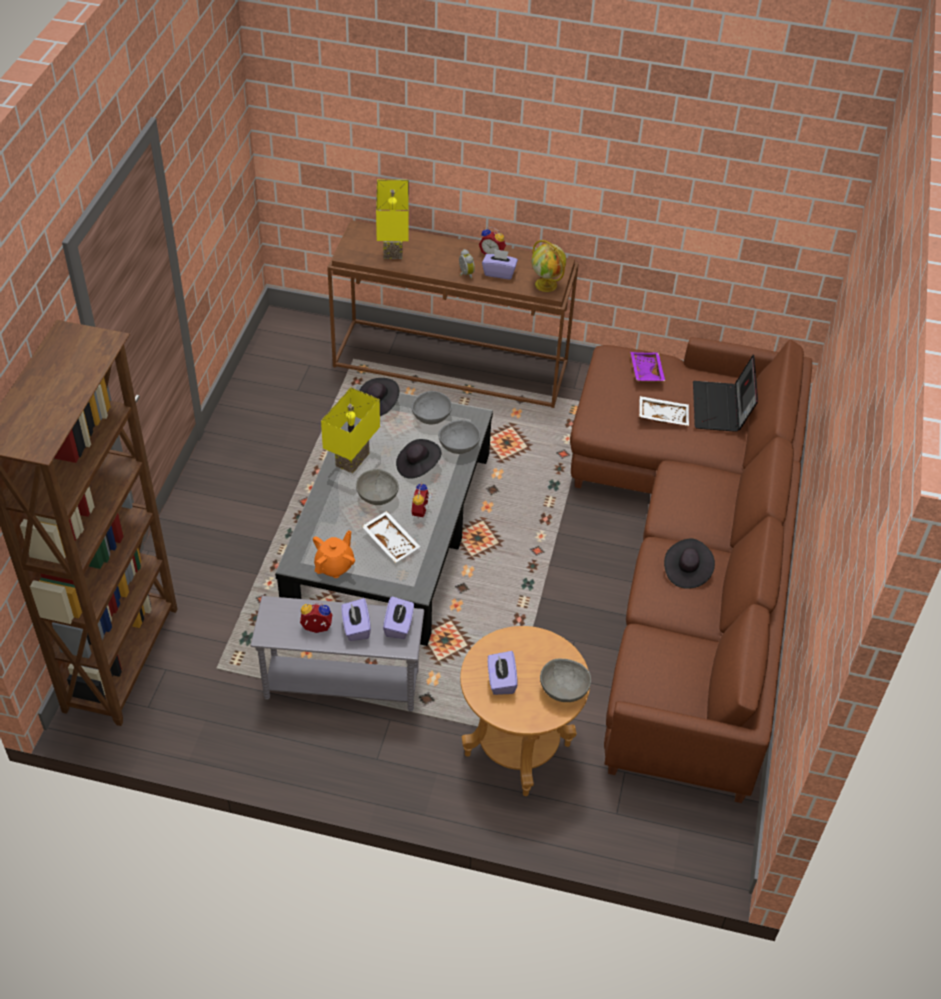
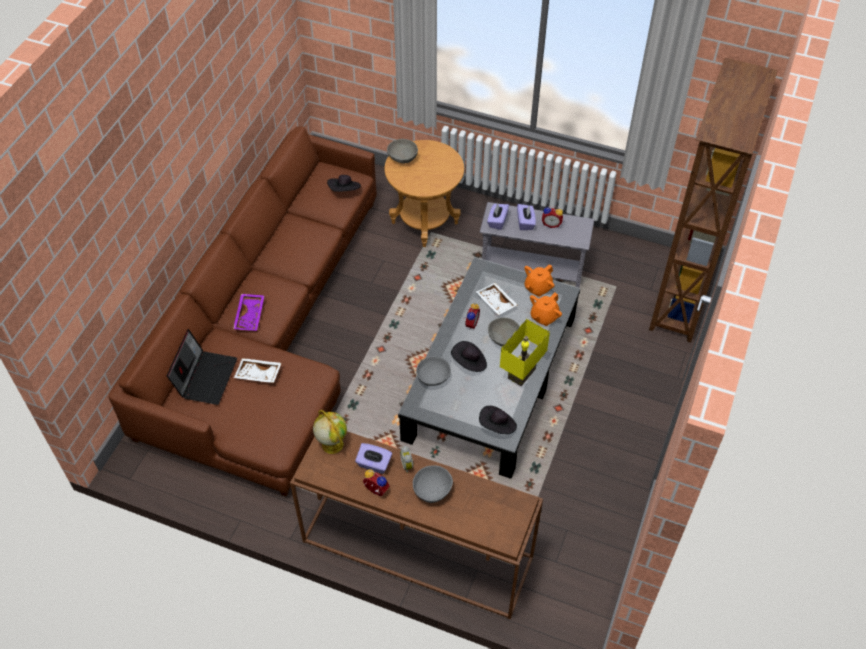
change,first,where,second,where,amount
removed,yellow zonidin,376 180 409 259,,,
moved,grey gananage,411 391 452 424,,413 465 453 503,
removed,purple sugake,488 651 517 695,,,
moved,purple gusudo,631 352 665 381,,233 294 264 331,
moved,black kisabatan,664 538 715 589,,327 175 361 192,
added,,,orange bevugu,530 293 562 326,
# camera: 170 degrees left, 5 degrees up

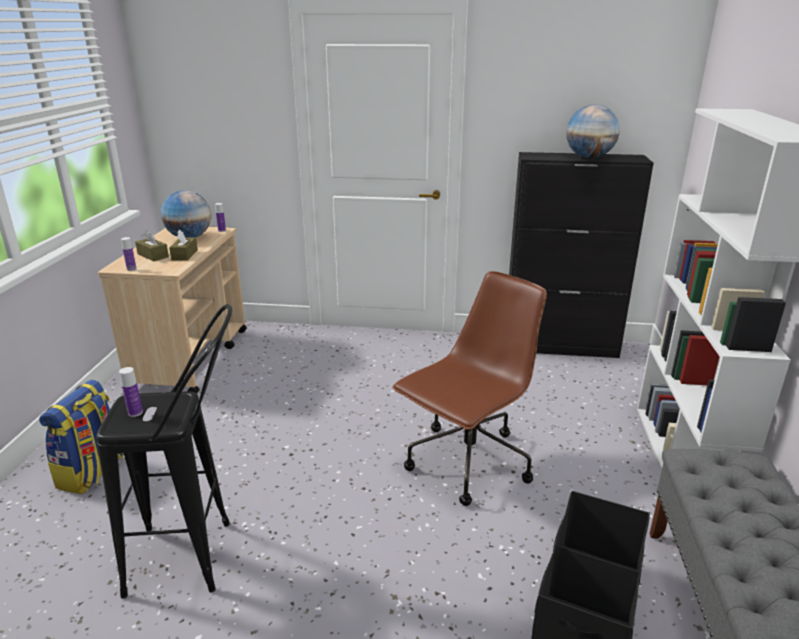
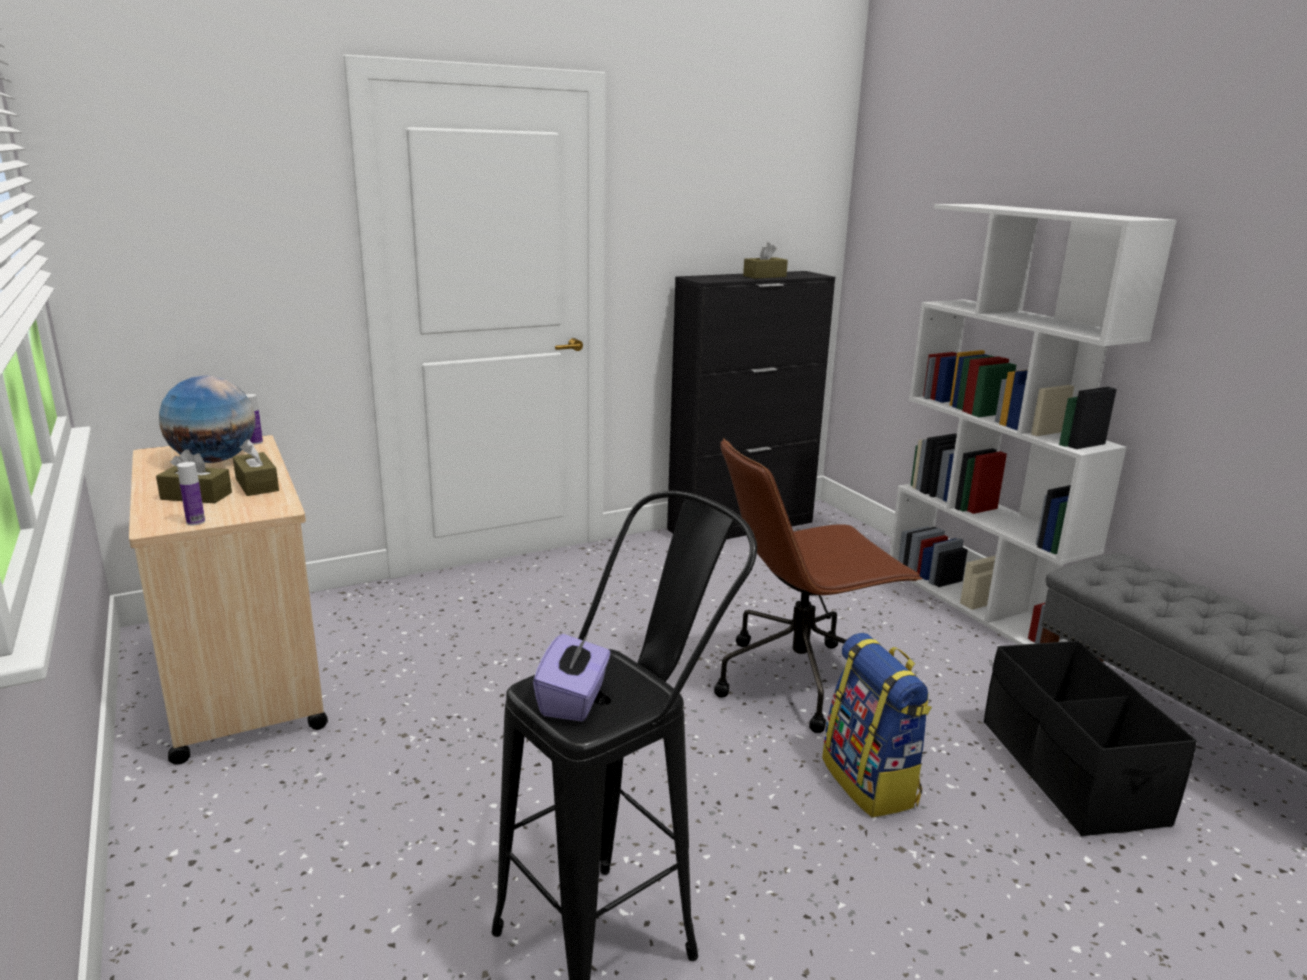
change,first,where,second,where,amount
moved,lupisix,39 380 124 494,,822 633 932 817,
replaced,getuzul,119 367 143 417,purple sugake,533 632 611 721,
turned,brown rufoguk,392 271 547 506,,714 438 922 733,120 degrees counterclockwise
replaced,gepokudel,566 105 620 158,brown sugake,743 242 788 279,
# camera: 35 degrees left, 5 degrees down

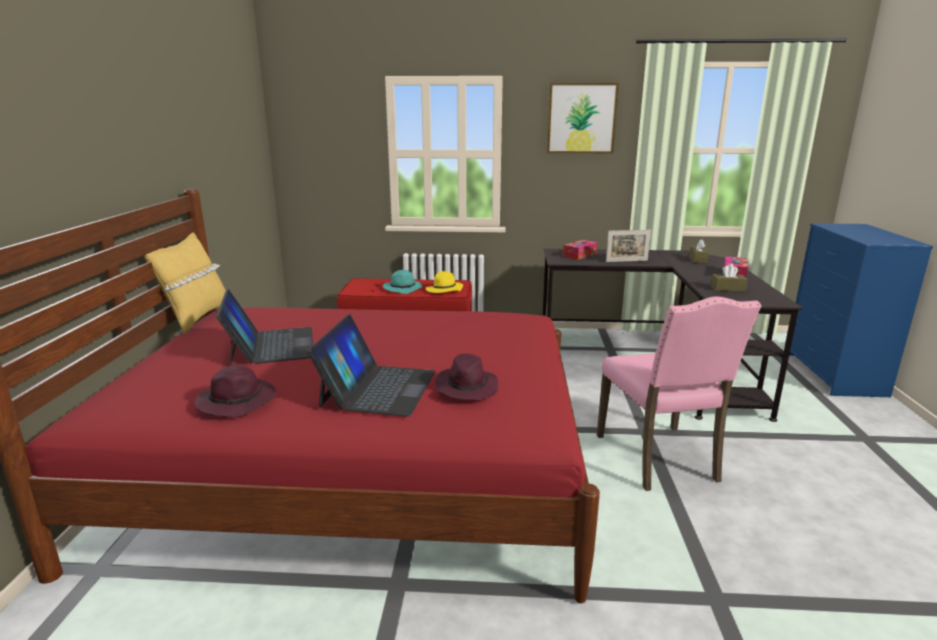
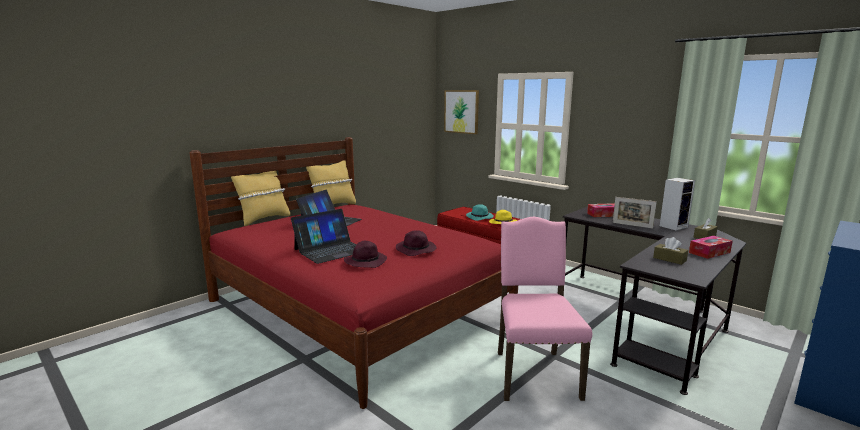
change,first,where,second,where,amount
moved,purple kisabatan,194 365 276 417,,396 230 436 256,
moved,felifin,547 83 619 153,,444 90 479 134,
turned,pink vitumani,597 296 761 491,,498 217 592 401,150 degrees clockwise
added,,,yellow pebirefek,231 171 290 226,
added,,,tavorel,660 178 695 231,
# camera: 40 degrees right, 5 degrees down

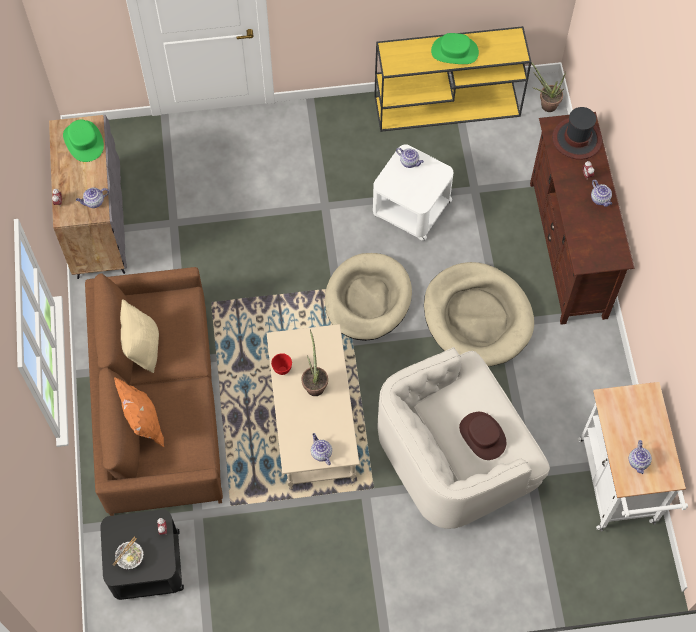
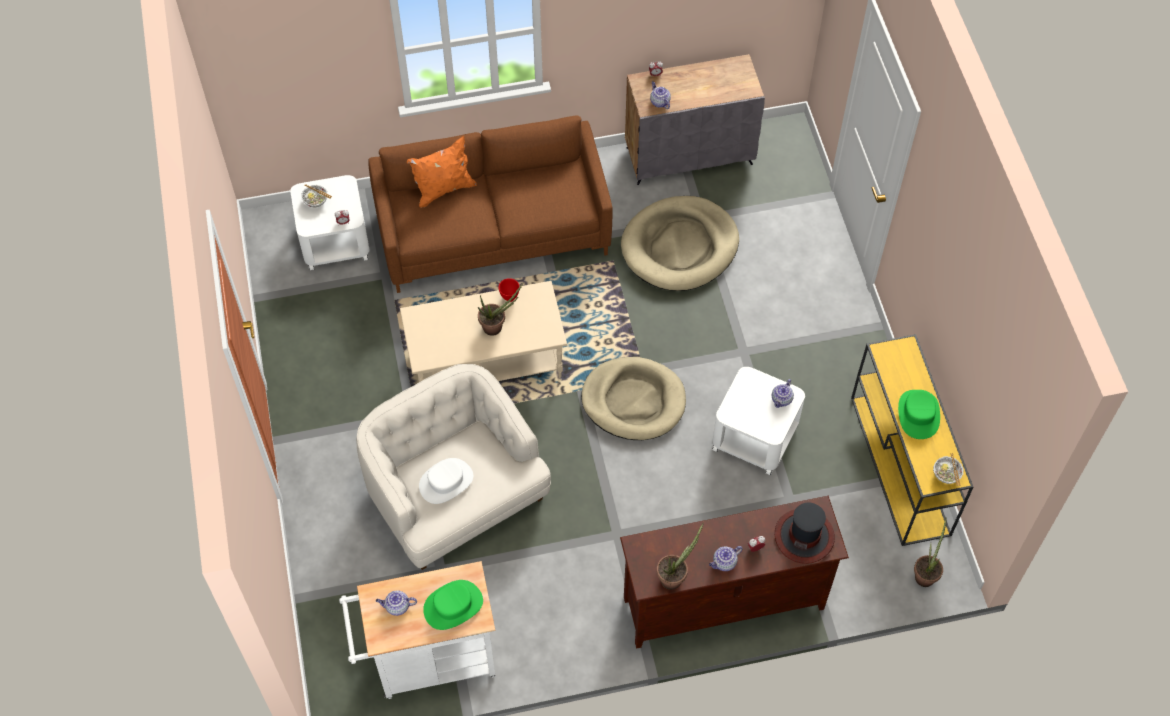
change,first,where,second,where,amount
moved,green kisabatan,63 120 104 162,,423 580 483 630,
recoloured,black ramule,100 510 184 600,white ramule,290 175 369 270,
removed,beige pebirefek,120 299 159 373,,,
removed,bevugu,311 433 332 465,,,
moved,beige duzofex,424 262 534 366,,621 196 739 291,
recoloured,brown kisabatan,459 412 506 460,white kisabatan,419 458 473 504,
added,,,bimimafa,657 523 704 590,
added,,,gananage,933 453 964 486,
# camera: 85 degrees right, 5 degrees down

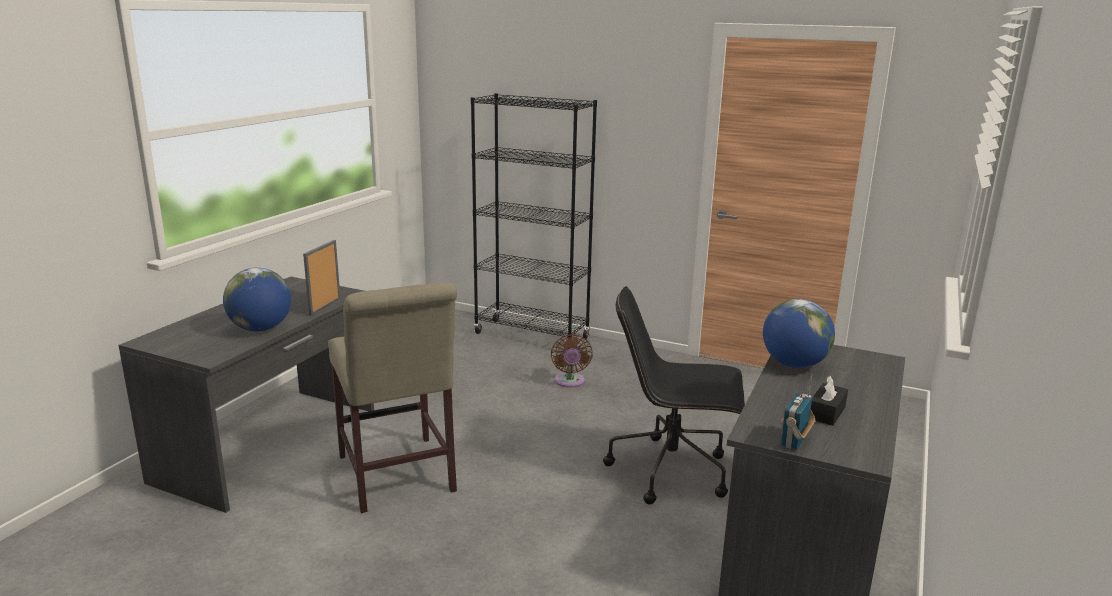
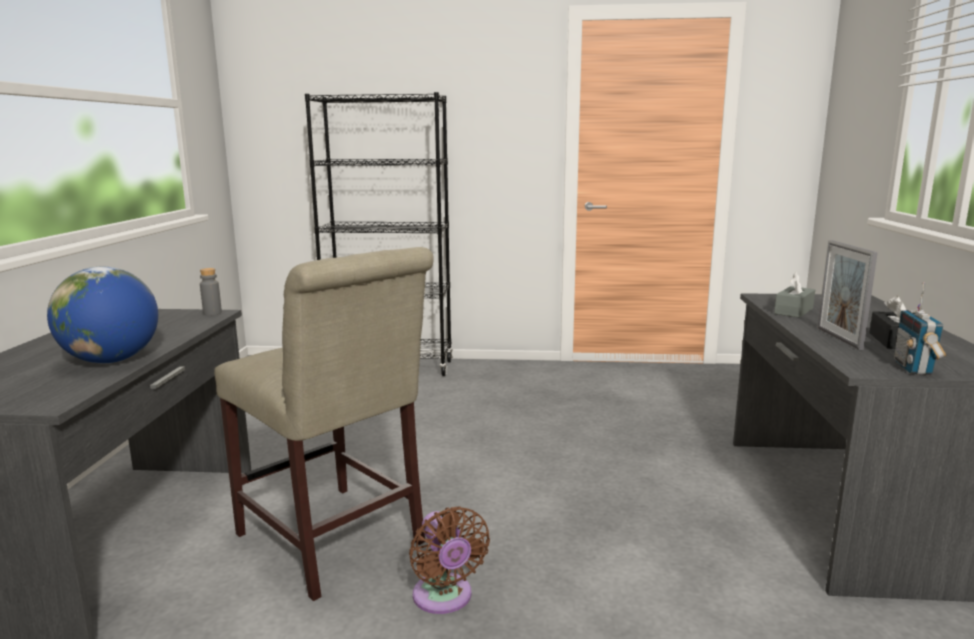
change,first,where,second,where,amount
moved,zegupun,303 240 341 316,,818 240 878 350,
moved,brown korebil,551 334 593 388,,409 506 490 614,
removed,black rufoguk,603 286 745 504,,,
replaced,gepokudel,763 299 835 368,grey sugake,774 272 815 318,
added,,,grey getuzul,200 268 222 315,
# camera: 20 degrees left, 5 degrees down

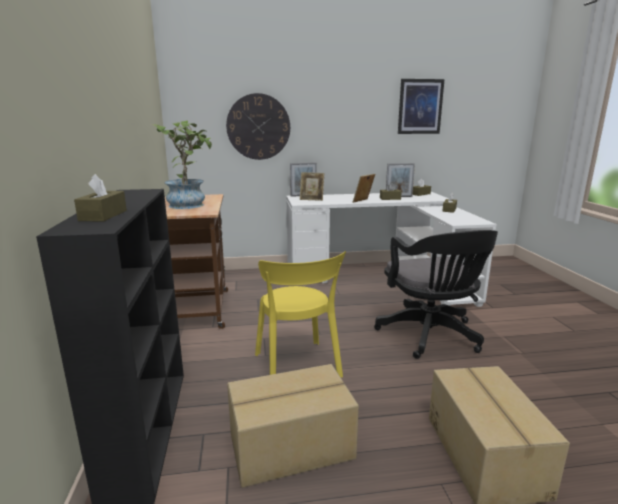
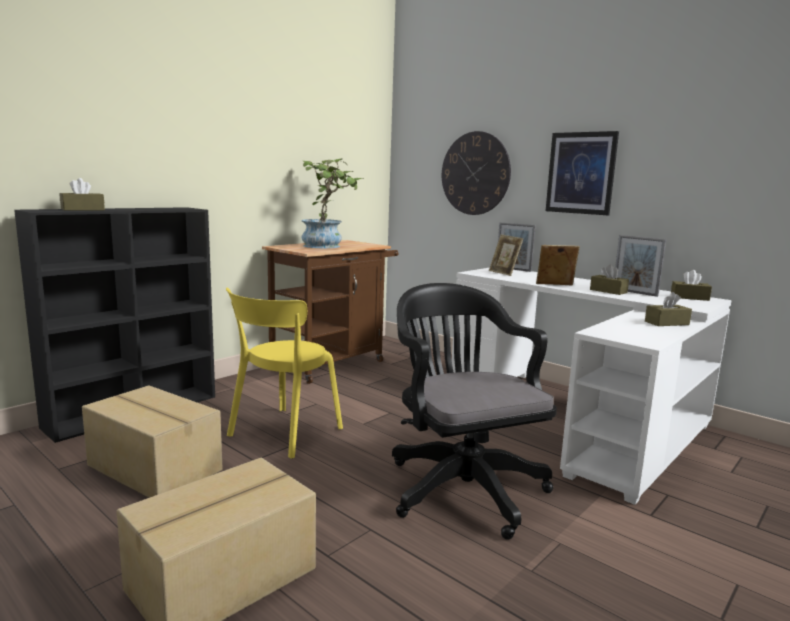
change,first,where,second,where,amount
turned,black rufoguk,374 230 498 359,,392 283 557 540,120 degrees clockwise
moved,felifin,398 79 445 134,,546 131 619 215,
# camera: 50 degrees right, 5 degrees down

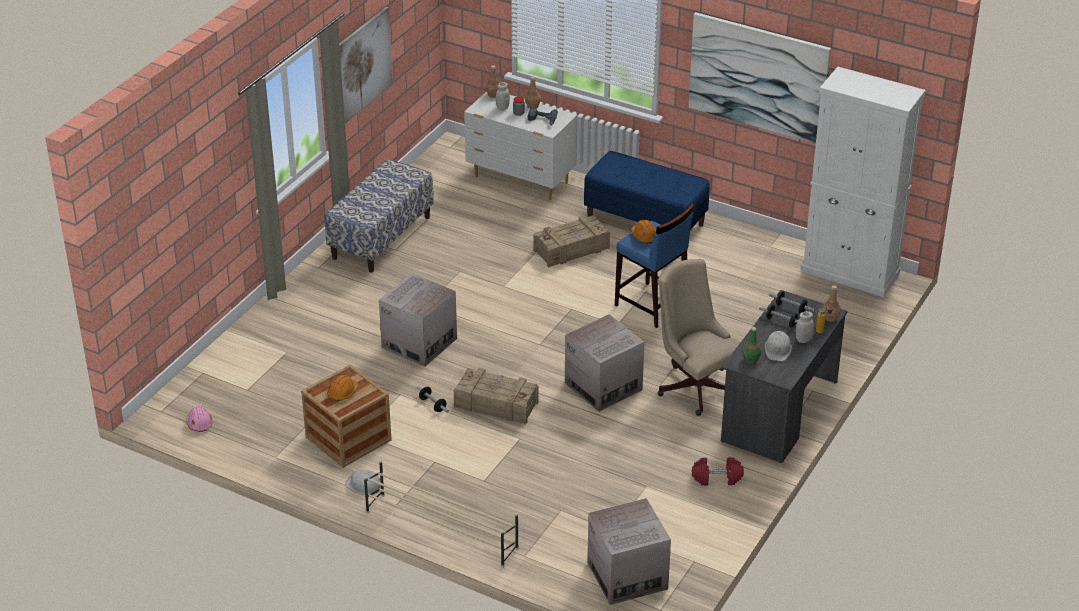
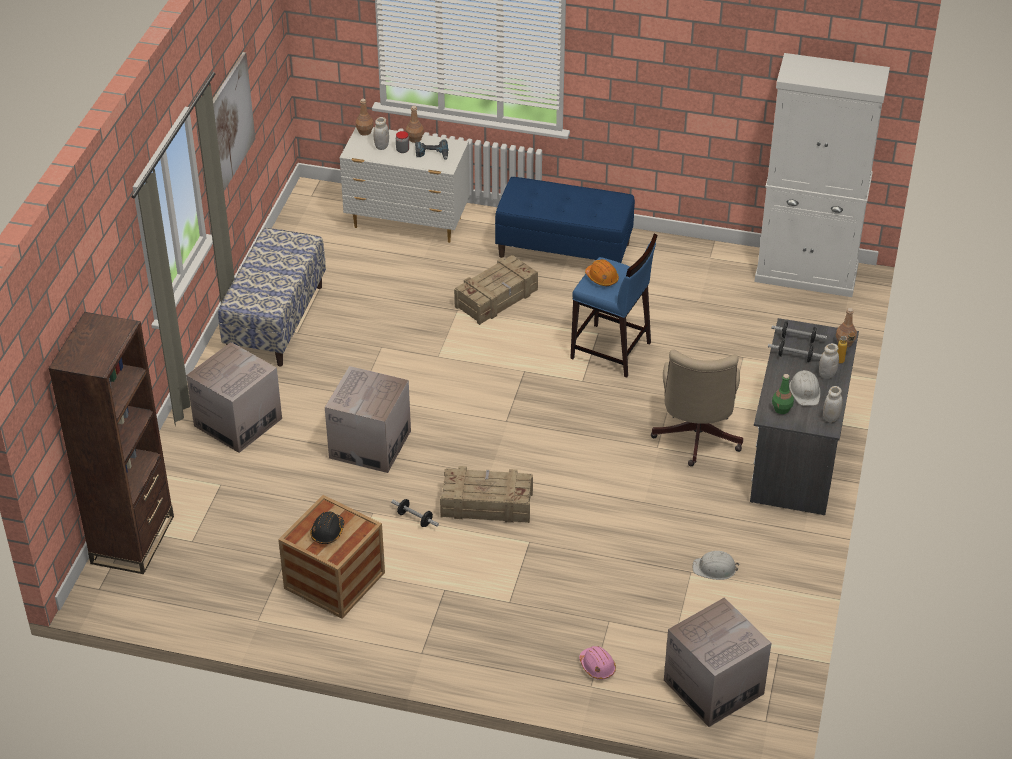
change,first,where,second,where,amount
moved,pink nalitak,186 406 212 432,,579 646 616 680,
recoloured,orange nalitak,327 375 359 401,black nalitak,310 511 344 544,
moved,white nalitak,345 470 381 495,,693 551 739 580,
removed,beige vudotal,364 460 519 568,,,
moved,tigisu,565 314 645 412,,186 342 282 453,
turned,beige rufoguk,657 259 740 416,,651 349 743 466,120 degrees counterclockwise
removed,felifin,689 12 831 144,,,
removed,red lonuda,692 457 744 486,,,
added,,,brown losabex,48 312 174 574,
added,,,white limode,823 386 843 423,
# camera: 15 degrees left, 5 degrees up

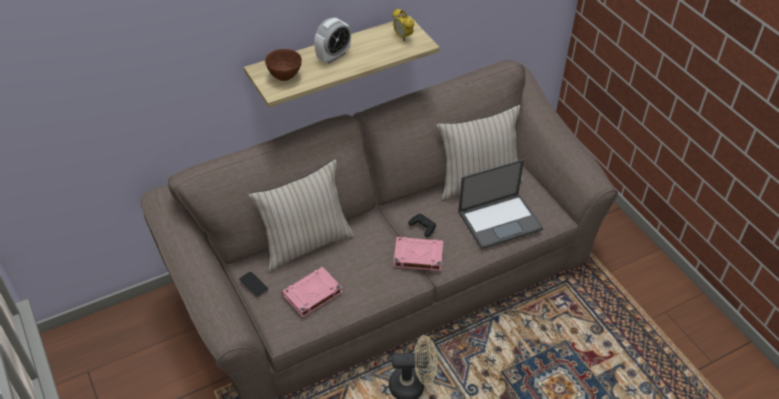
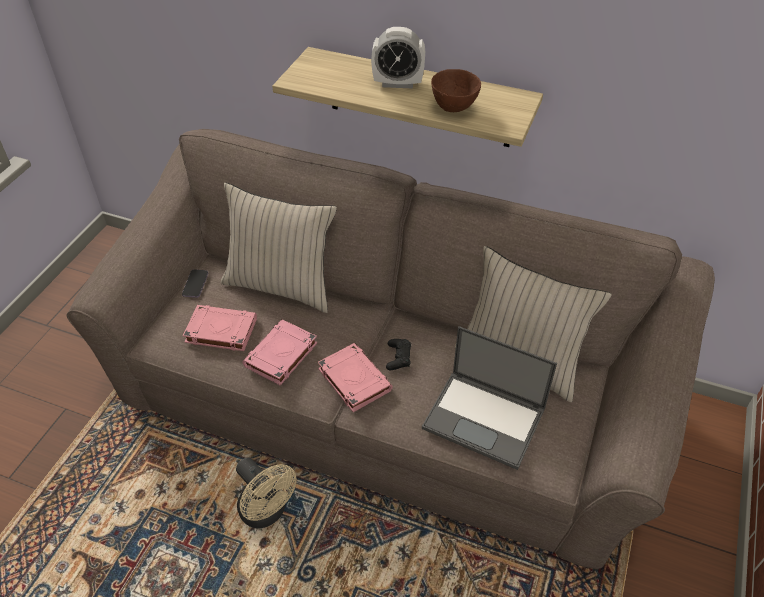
change,first,where,second,where,amount
moved,brown gananage,265 49 302 81,,431 69 481 112,
removed,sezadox,392 9 414 41,,,
added,,,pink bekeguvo,242 319 317 385,
# camera: 50 degrees right, 0 degrees up

